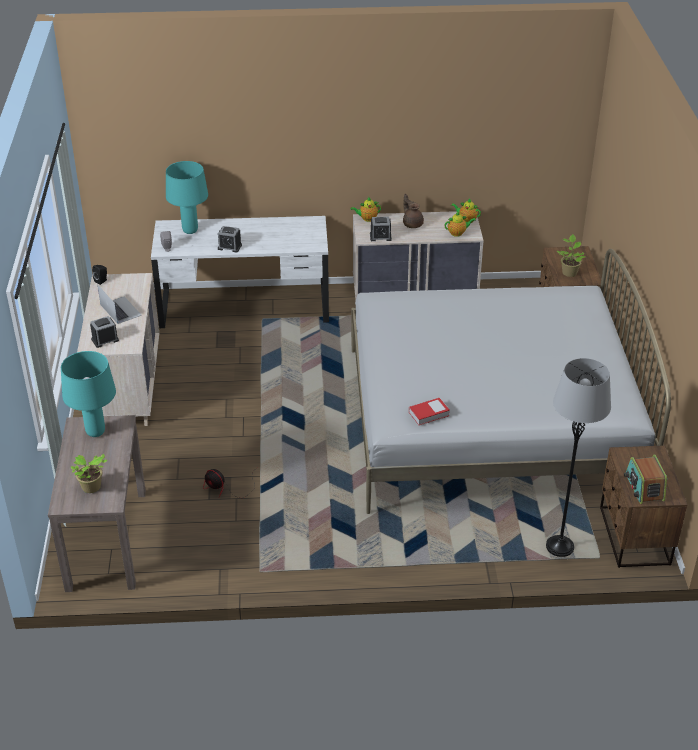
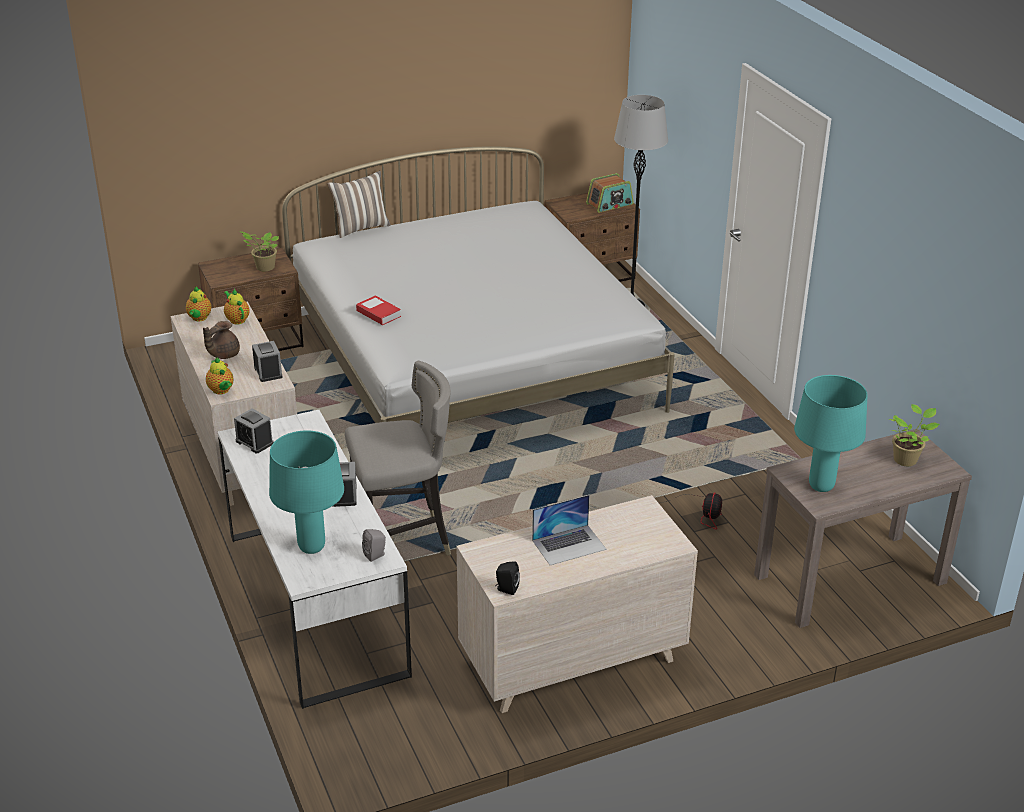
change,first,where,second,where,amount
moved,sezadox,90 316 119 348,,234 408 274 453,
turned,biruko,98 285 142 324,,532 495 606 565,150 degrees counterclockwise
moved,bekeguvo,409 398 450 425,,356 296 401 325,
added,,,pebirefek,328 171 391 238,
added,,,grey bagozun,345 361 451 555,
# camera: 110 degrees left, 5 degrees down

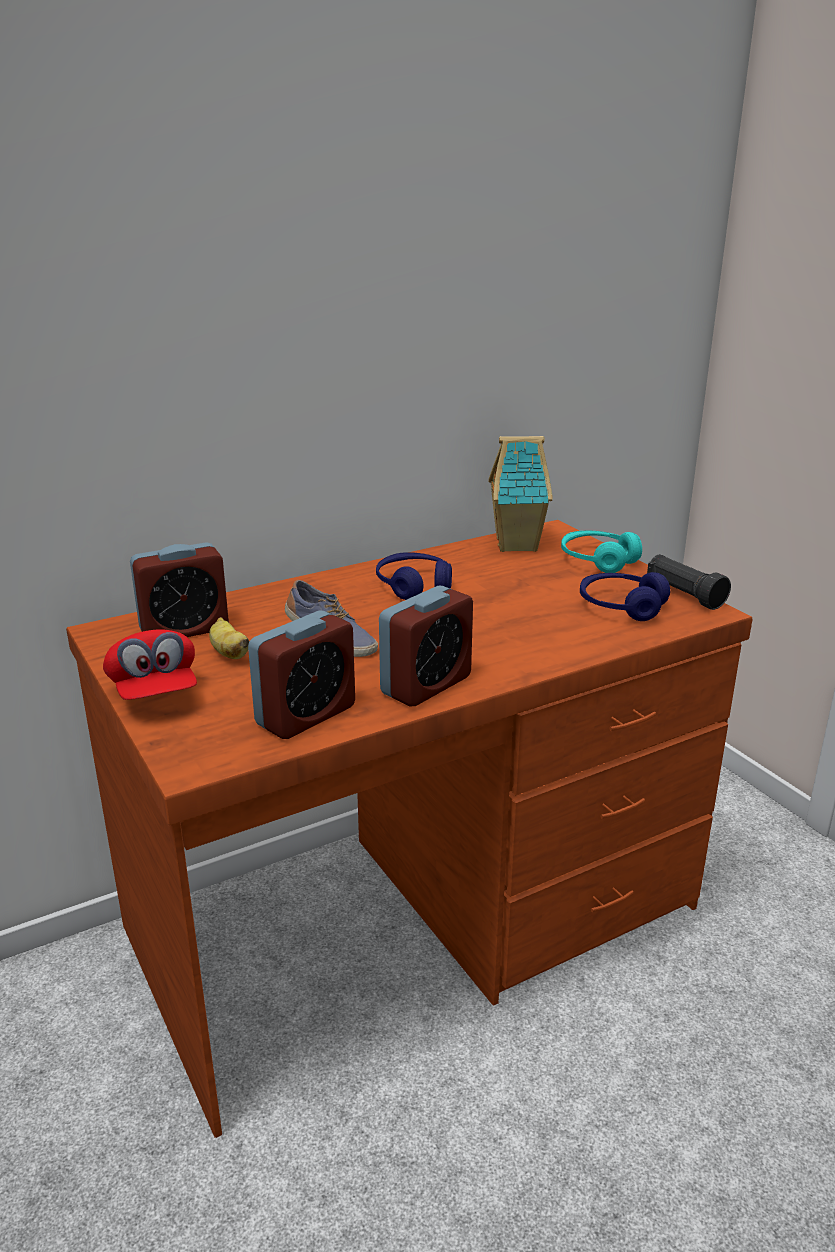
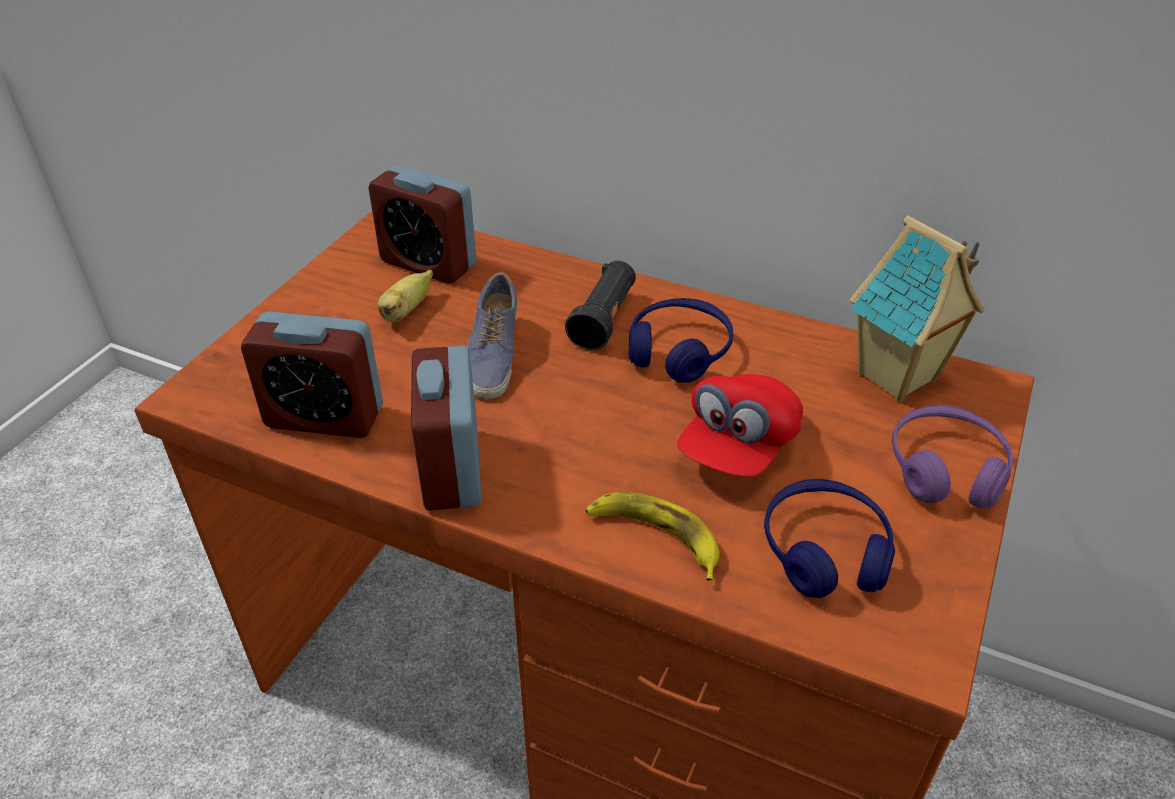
change,first,where,second,where,amount
moved,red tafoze,103 629 197 700,,677 374 803 477,
turned,sezadox,379 585 473 706,,411 345 482 511,75 degrees clockwise
recoloured,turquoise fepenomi,561 530 642 573,purple fepenomi,892 405 1013 509,
moved,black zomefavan,647 554 731 610,,565 261 636 350,
added,,,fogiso,585 492 719 581,
# camera: 55 degrees right, 15 degrees up

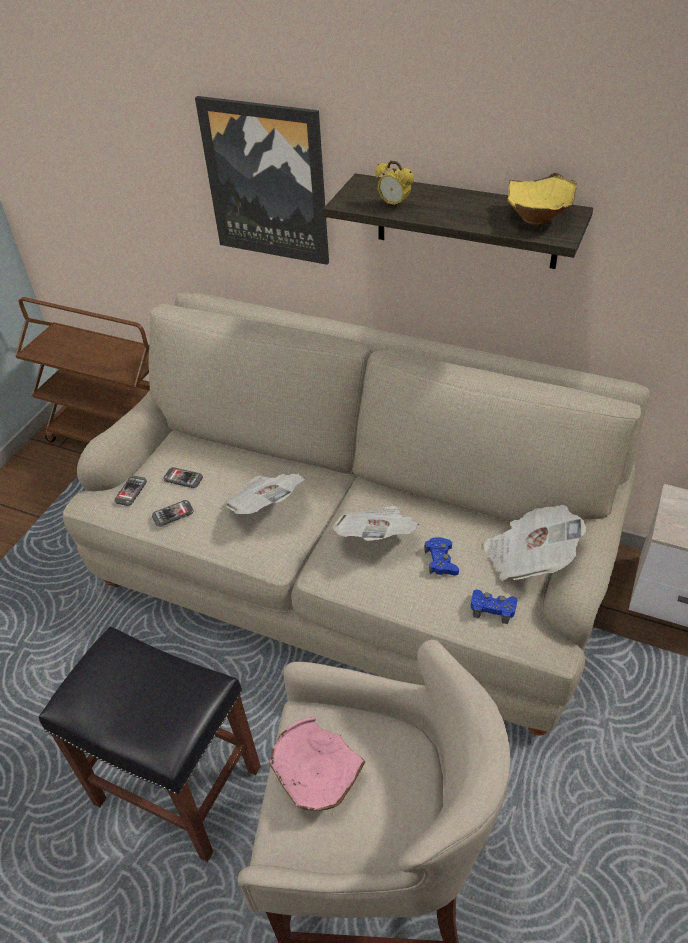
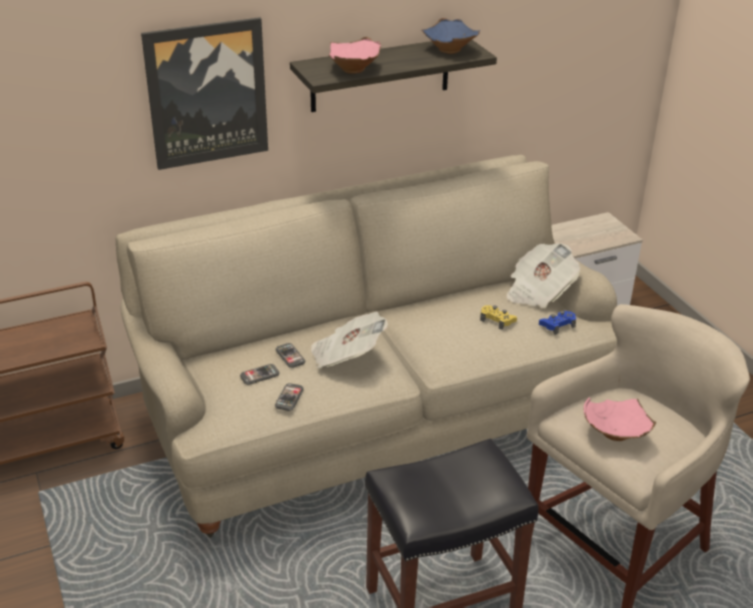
change,first,where,second,where,amount
moved,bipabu,114 476 147 506,,275 343 305 368,
removed,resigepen,333 506 420 541,,,
replaced,sezadox,375 161 414 209,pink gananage,329 37 381 74,
recoloured,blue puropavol,424 537 459 576,yellow puropavol,480 305 517 330,
recoloured,yellow gananage,507 173 577 225,blue gananage,421 18 480 54,
# camera: 50 degrees left, 10 degrees down

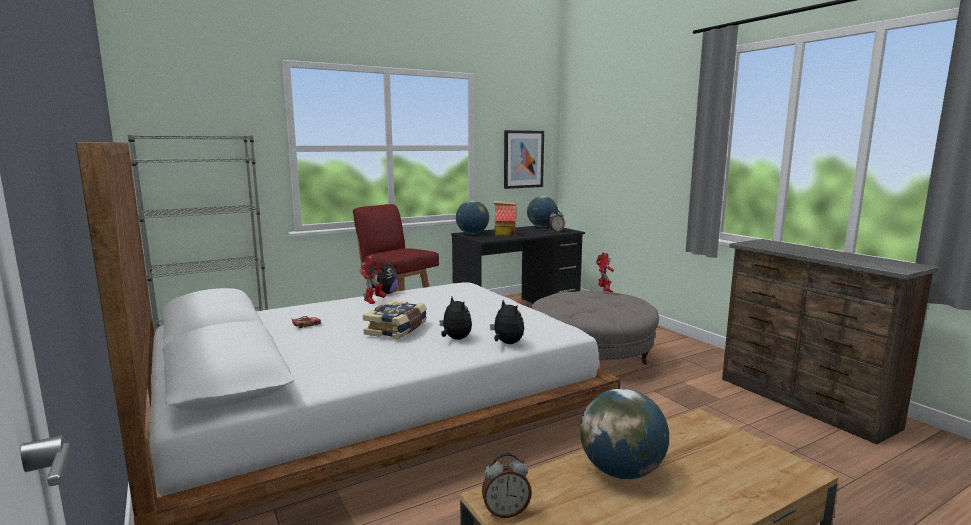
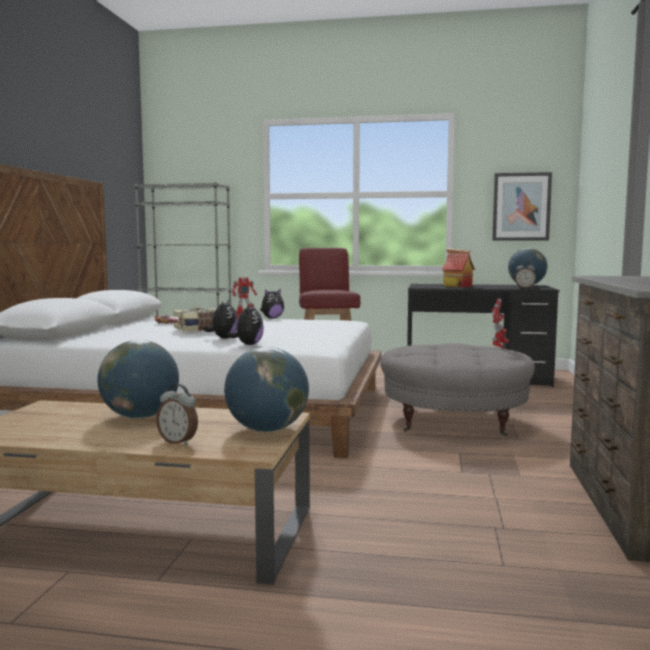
change,first,where,second,where,amount
moved,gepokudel,456 201 489 234,,224 347 309 432,
moved,sezadox,482 453 532 518,,156 384 198 445,
# camera: 40 degrees right, 5 degrees down

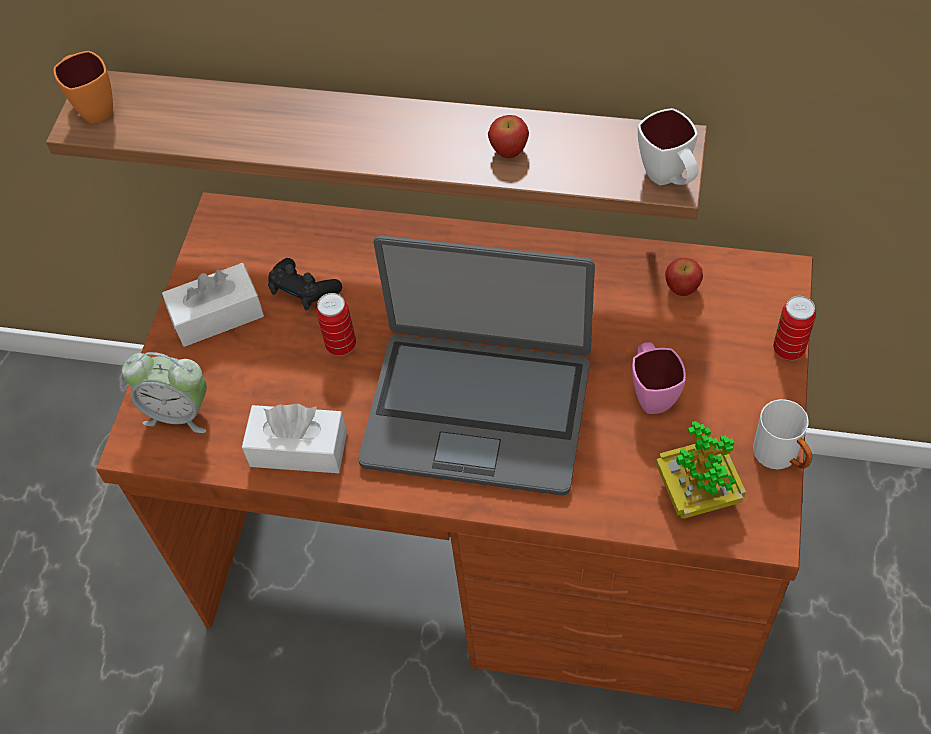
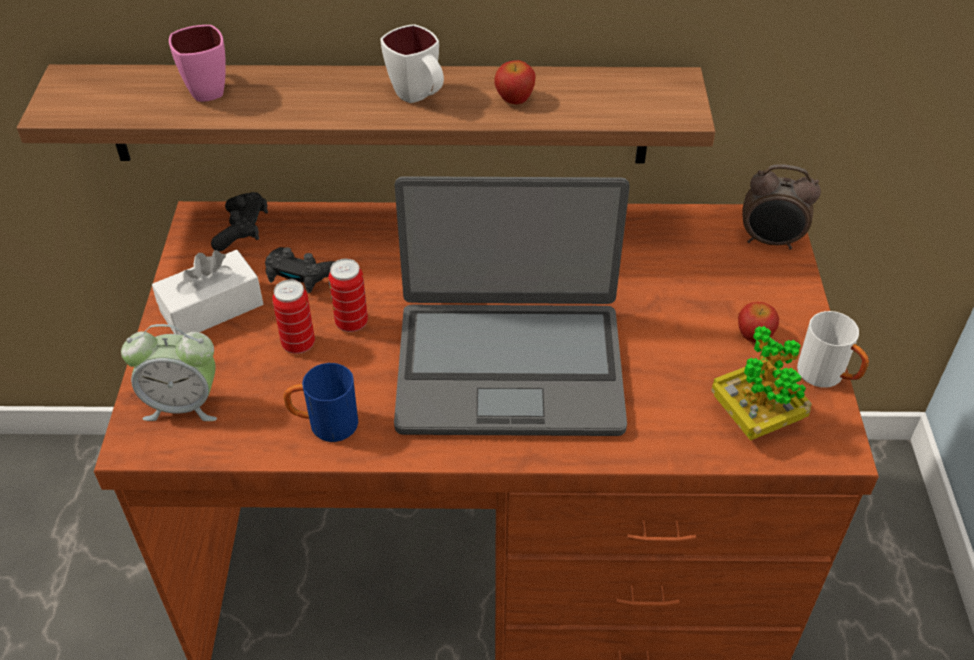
change,first,where,second,where,amount
removed,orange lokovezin,53 51 113 124,,,
replaced,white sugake,242 404 347 473,blue lokovezin,284 363 358 442,
moved,pink lokovezin,632 342 686 414,,169 25 226 102,
moved,white lokovezin,638 108 698 185,,380 24 444 103,
moved,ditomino,665 258 703 296,,738 302 779 343,
moved,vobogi,773 296 816 361,,272 280 315 354,
added,,,black puropavol,211 192 268 252,
added,,,sezadox,742 164 821 250,
# camera: 15 degrees left, 10 degrees down

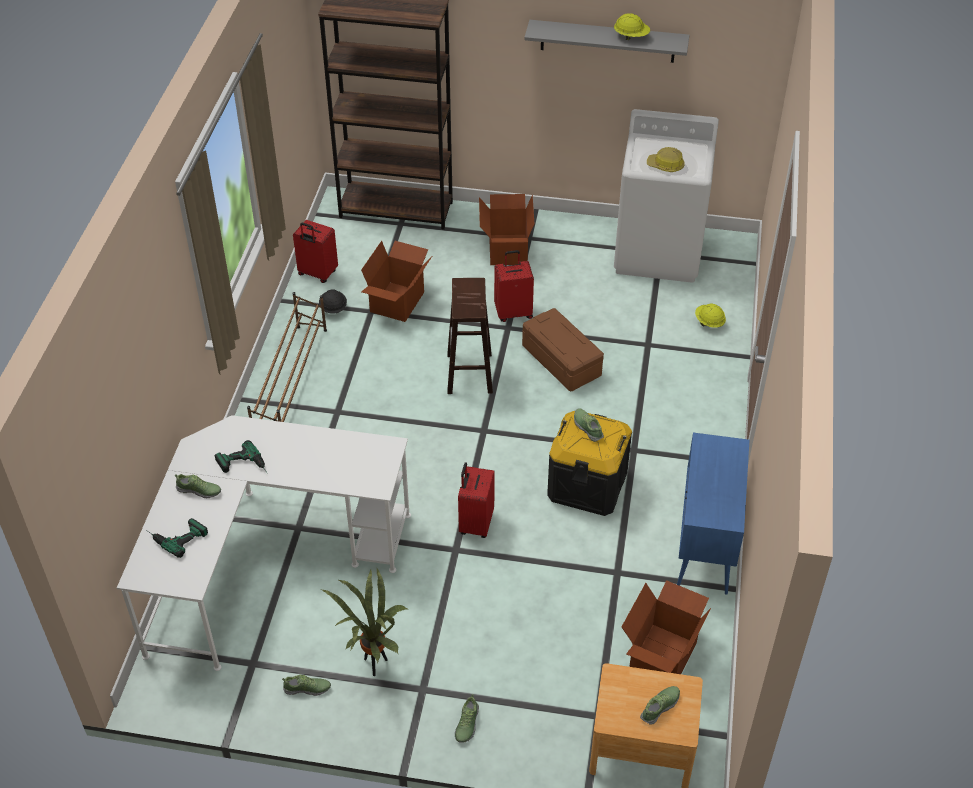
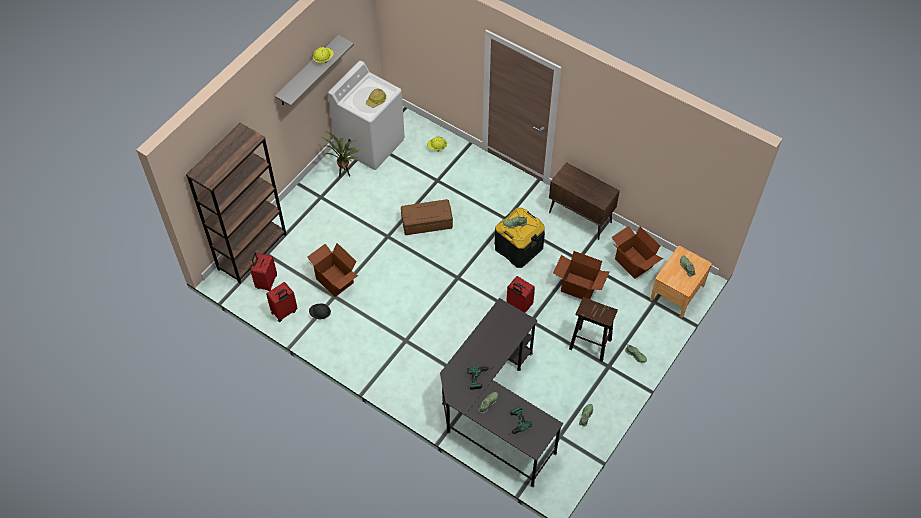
change,first,where,second,where,amount
recoloured,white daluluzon,117 415 411 671,black daluluzon,440 298 563 487,
removed,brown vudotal,247 292 327 422,,,
moved,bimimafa,322 567 410 676,,322 132 361 177,
moved,brown bagozun,447 278 493 394,,569 297 618 362,
moved,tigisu,479 194 535 265,,553 251 610 299,
moved,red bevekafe,494 250 534 322,,251 253 277 291,
recoloured,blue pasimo,677 433 749 595,brown pasimo,549 162 620 240,
# camera: 65 degrees left, 10 degrees up

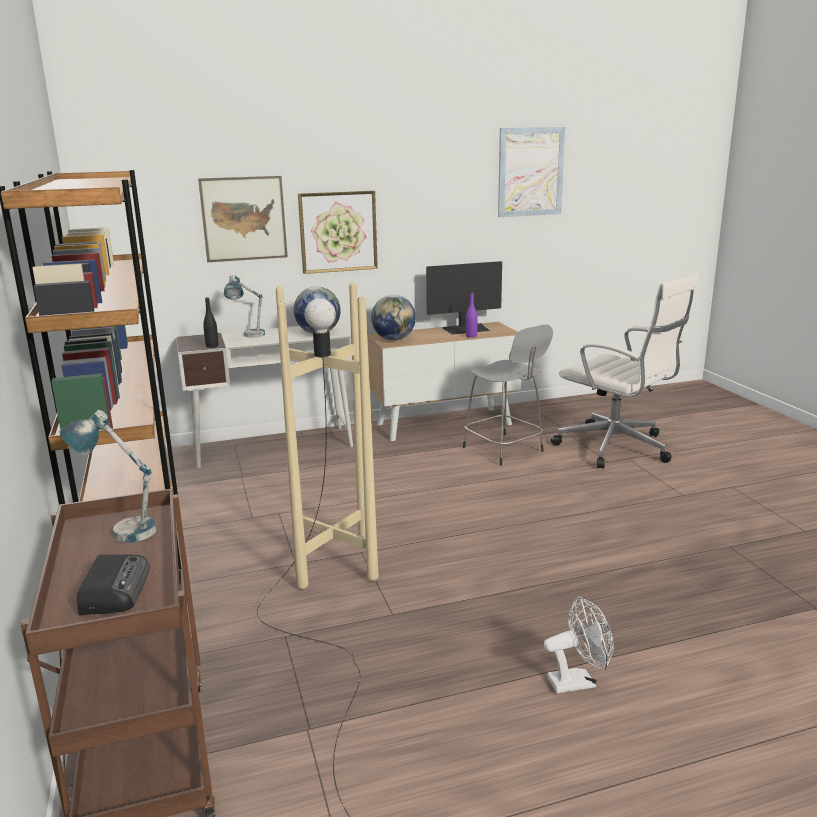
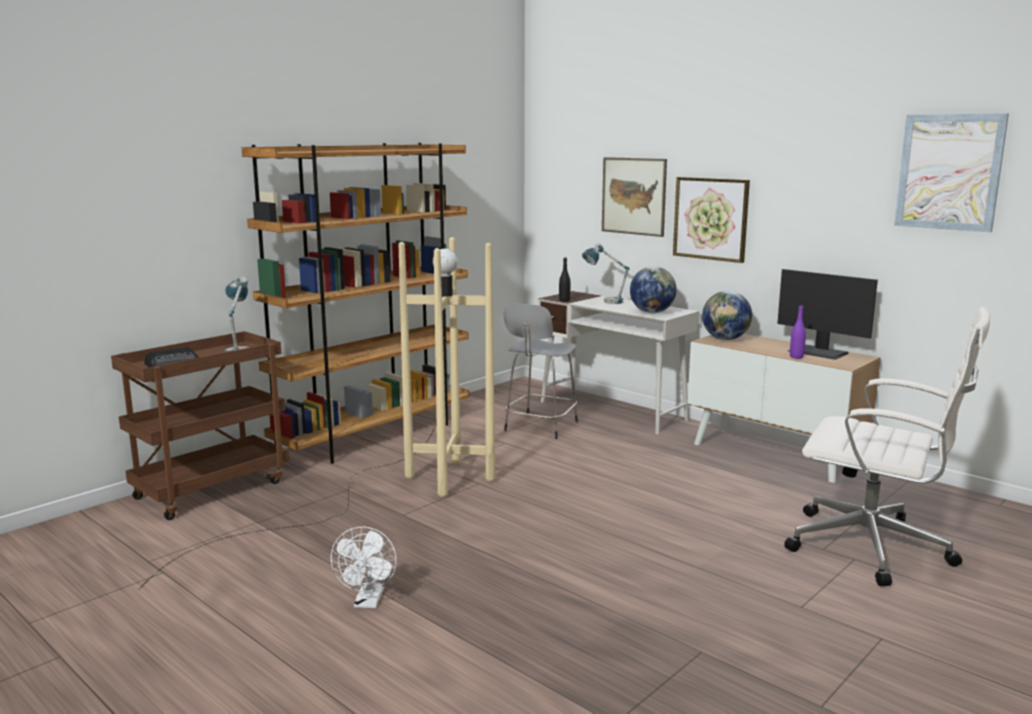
change,first,where,second,where,amount
moved,grey bagozun,463 325 553 466,,503 303 578 439,
turned,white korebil,544 596 614 693,,330 526 397 608,45 degrees clockwise
turned,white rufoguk,551 273 699 468,,784 307 990 586,75 degrees counterclockwise
# camera: 60 degrees right, 5 degrees down

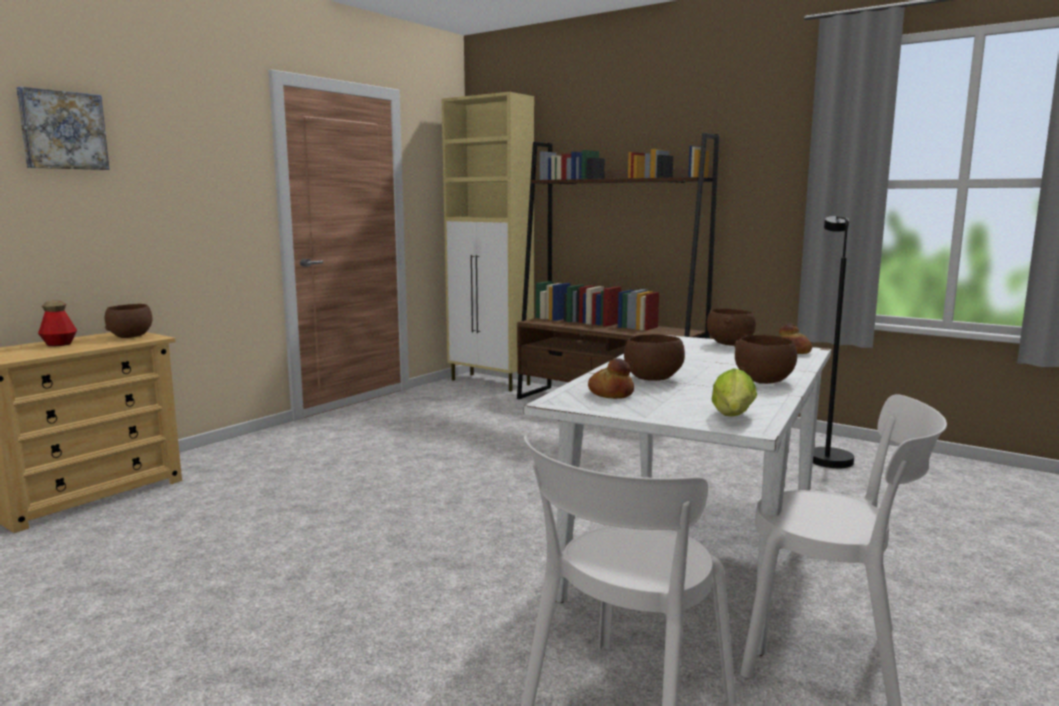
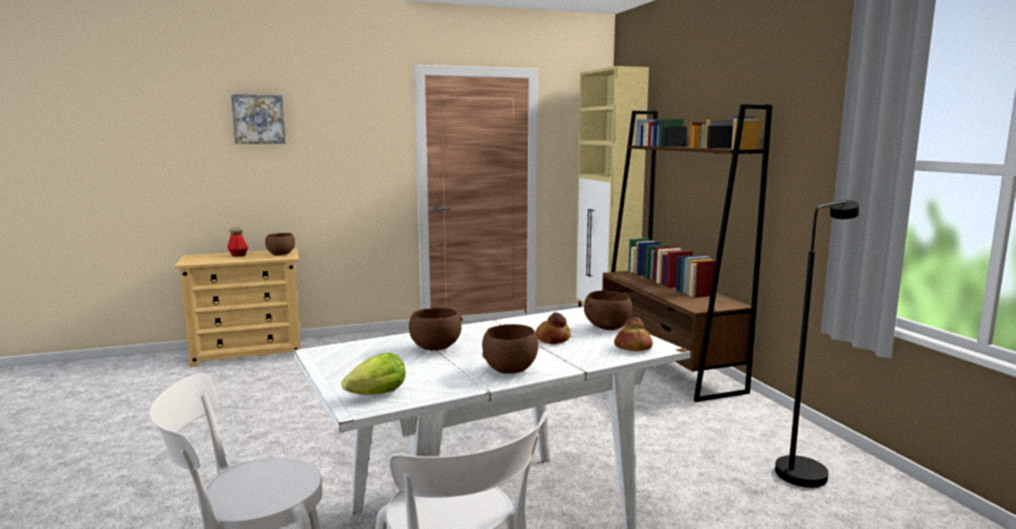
change,first,where,second,where,amount
moved,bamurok,588 358 634 399,,536 312 571 344,
# camera: 35 degrees right, 0 degrees up

